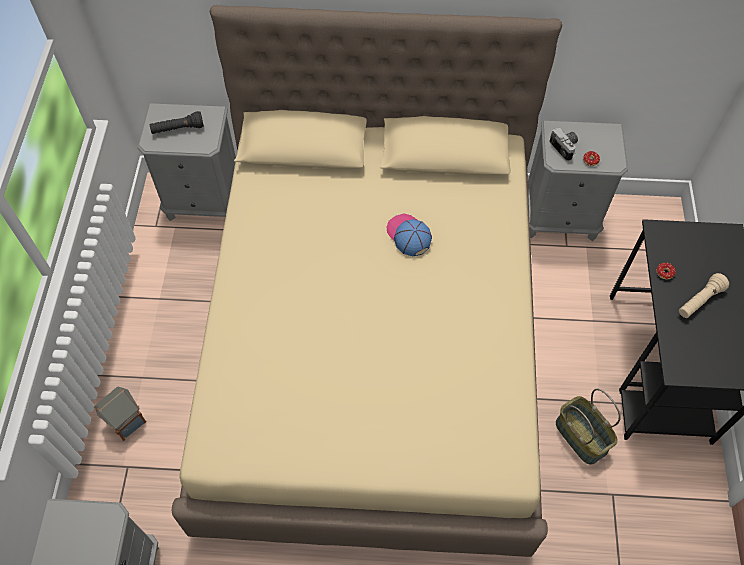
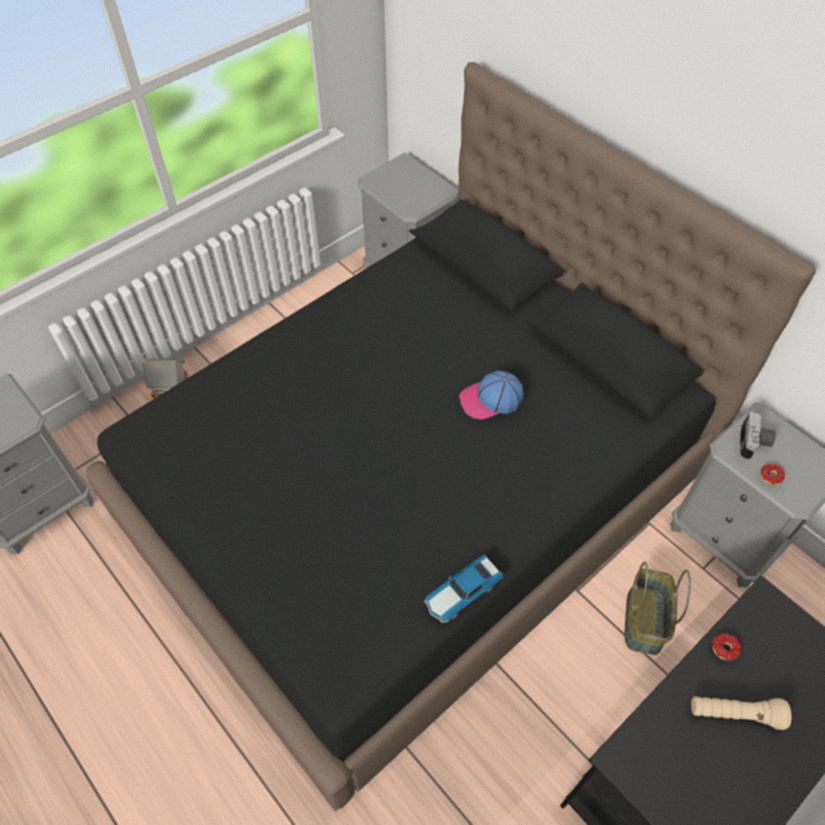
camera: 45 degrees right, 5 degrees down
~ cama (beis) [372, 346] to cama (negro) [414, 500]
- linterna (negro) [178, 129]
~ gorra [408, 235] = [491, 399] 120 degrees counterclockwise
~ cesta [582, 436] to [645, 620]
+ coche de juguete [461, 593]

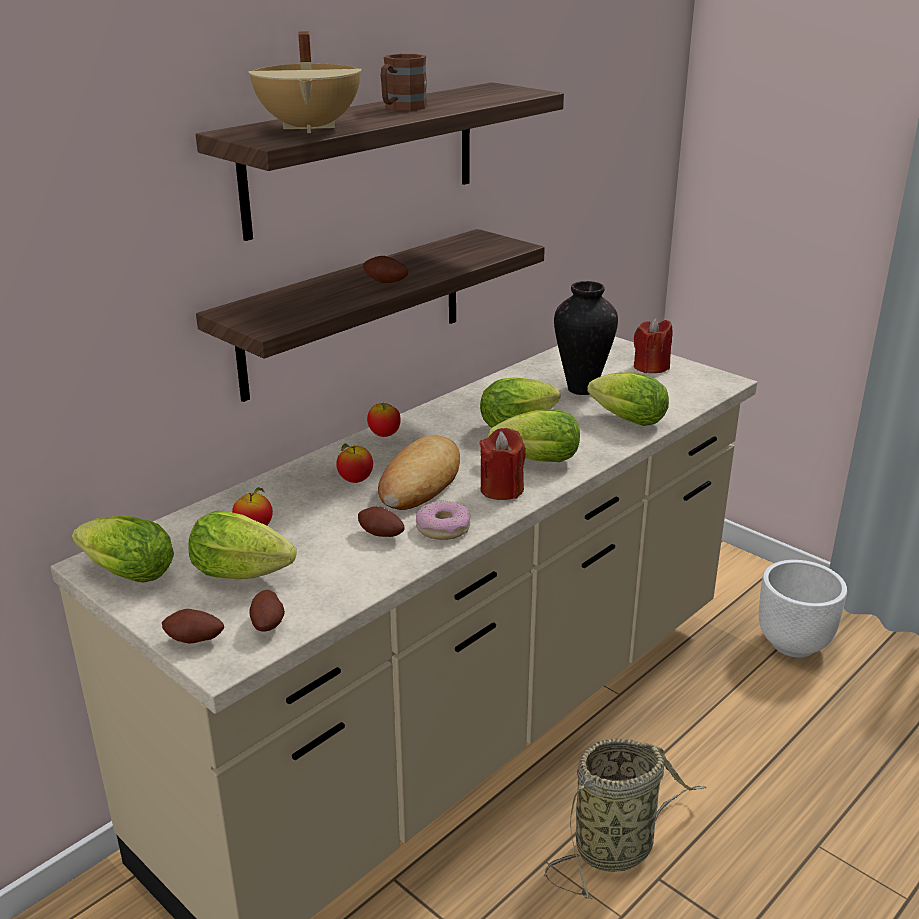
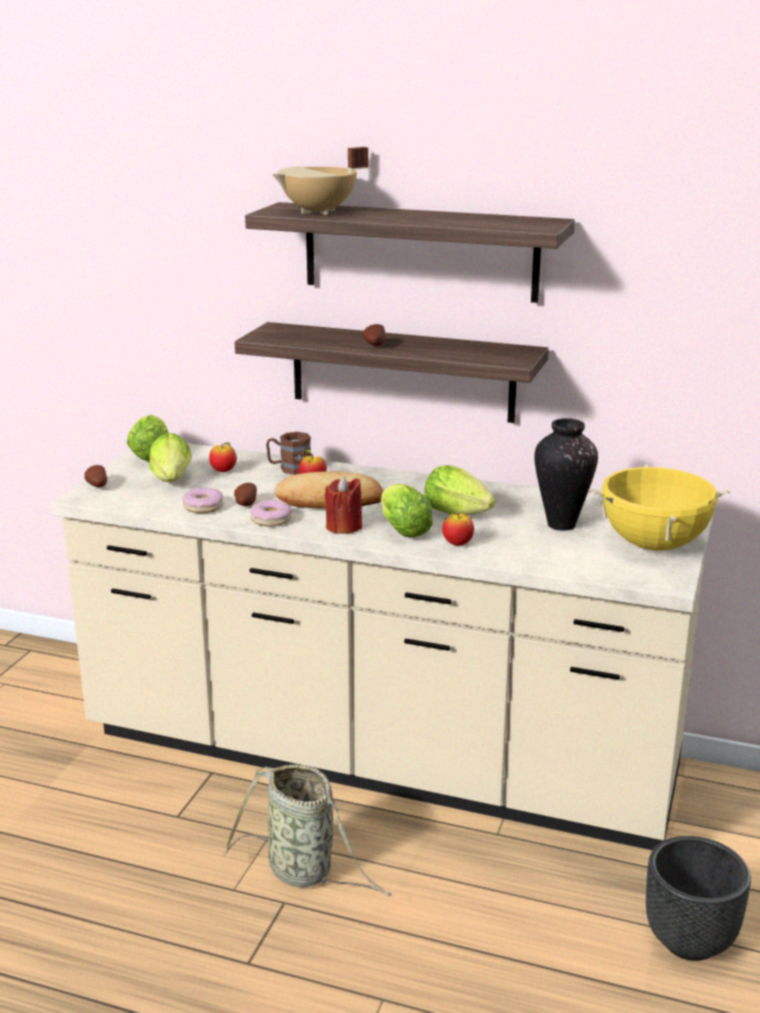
camera: 65 degrees right, 5 degrees down
~ taza grande (marrón) [401, 108] to [289, 468]
~ vela (rojo) [651, 367] to olla (amarillo) [654, 545]
- lechuga [624, 419]
~ manzana [384, 435] to [457, 544]
~ maceta (blanco) [793, 643] to maceta (negro) [691, 942]
- patata [268, 624]
+ rosquilla [203, 507]

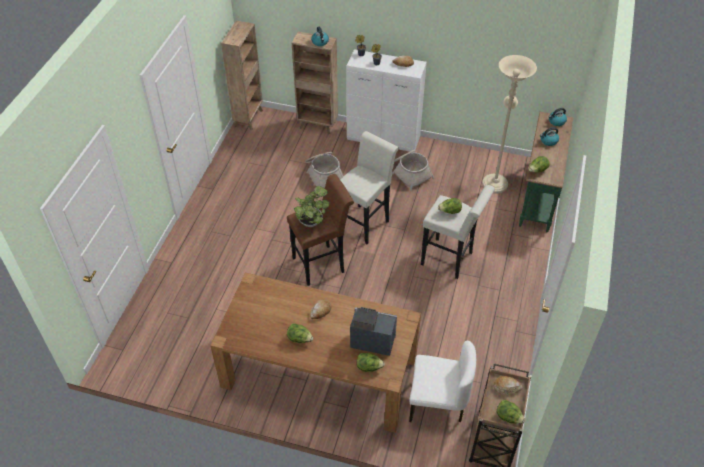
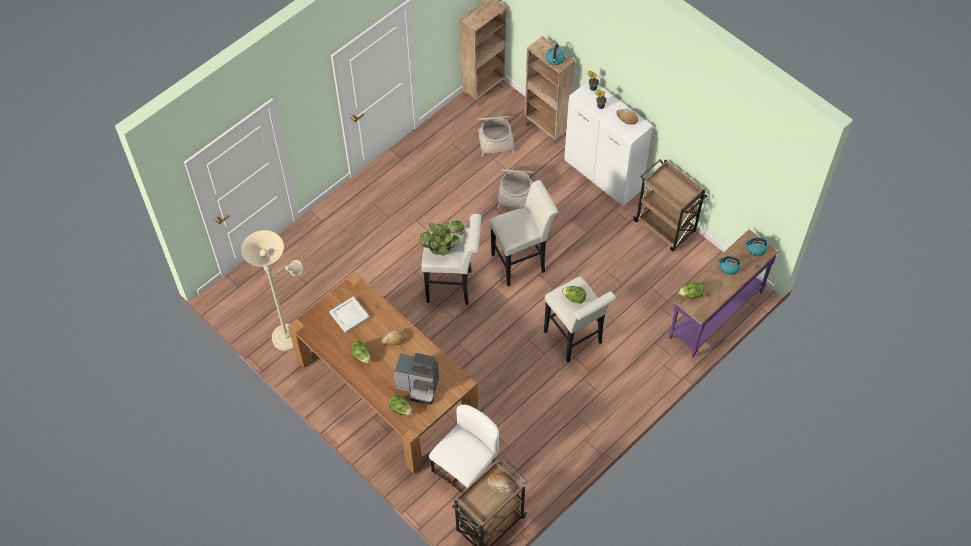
camera: 30 degrees right, 10 degrees up
~ lámpara de pie (beis) [495, 181] to [289, 335]
~ mesa consola (verde) [538, 195] to mesa consola (morado) [715, 314]
~ cesta [409, 173] to [495, 137]
~ taburete (marrón) [322, 264] to taburete (blanco) [453, 286]
~ cafetera [371, 340] = [418, 386] 150 degrees clockwise
~ silla (blanco) [437, 403] = [466, 468] 90 degrees counterclockwise
- lechuga [508, 417]
+ carrito (marrón) [665, 227]
+ bandeja (blanco) [350, 315]

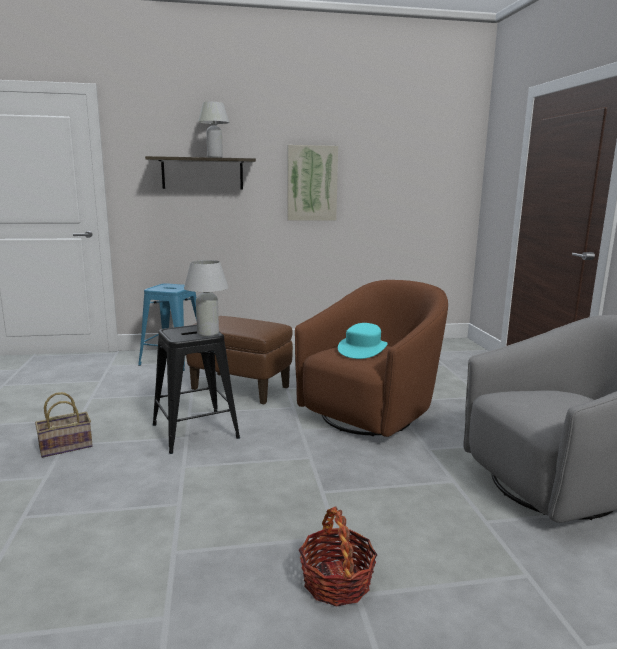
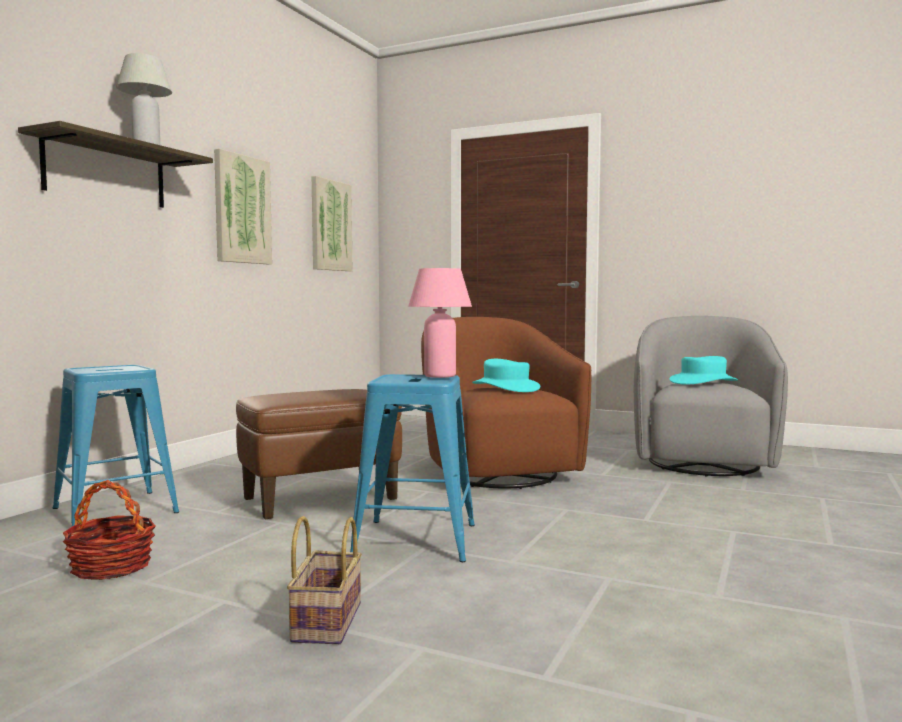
camera: 55 degrees left, 10 degrees down
~ lámpara de mesa (blanco) [208, 334] to lámpara de mesa (rosa) [440, 376]
~ taburete (negro) [195, 431] to taburete (azul) [416, 540]
~ cesta [336, 582] to [111, 567]
+ cuadro [330, 225]
+ sombrero (turquesa) [703, 382]

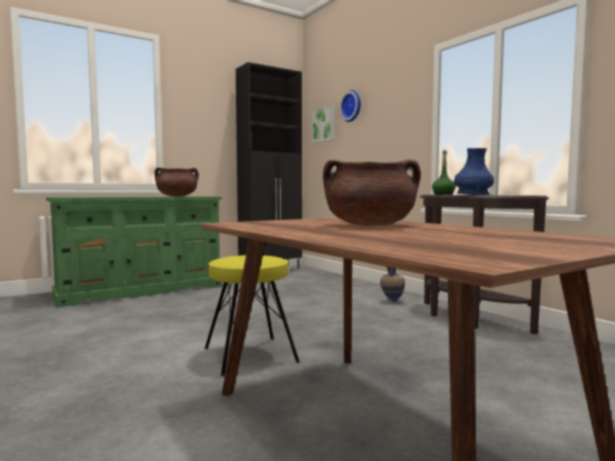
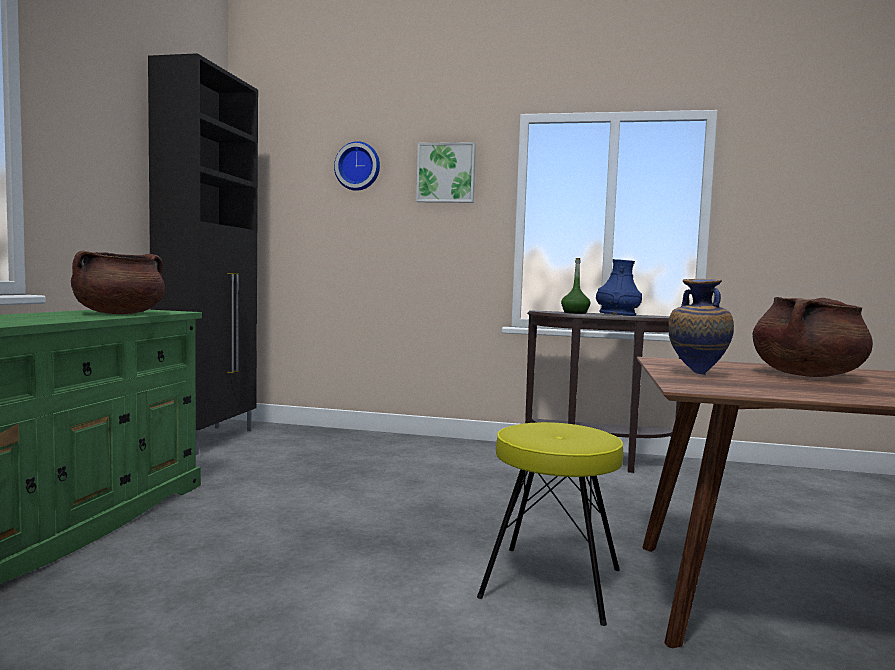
camera: 45 degrees left, 0 degrees up
~ cuadro [324, 124] to [446, 173]
~ florero [392, 301] to [696, 374]

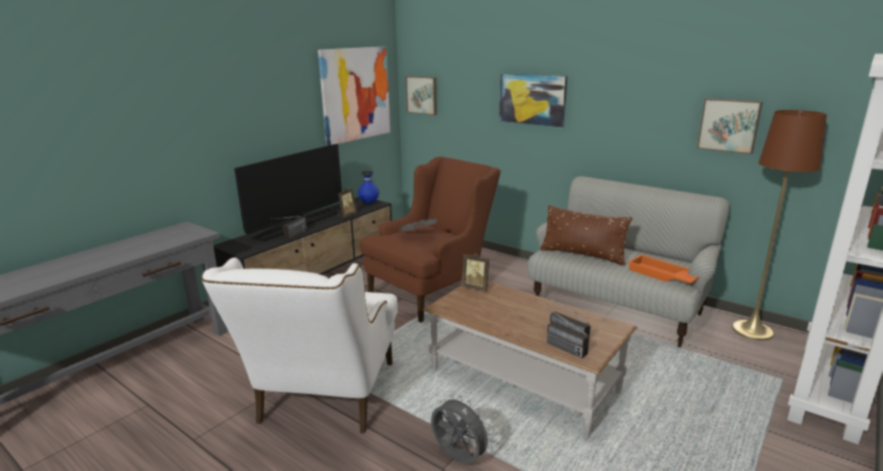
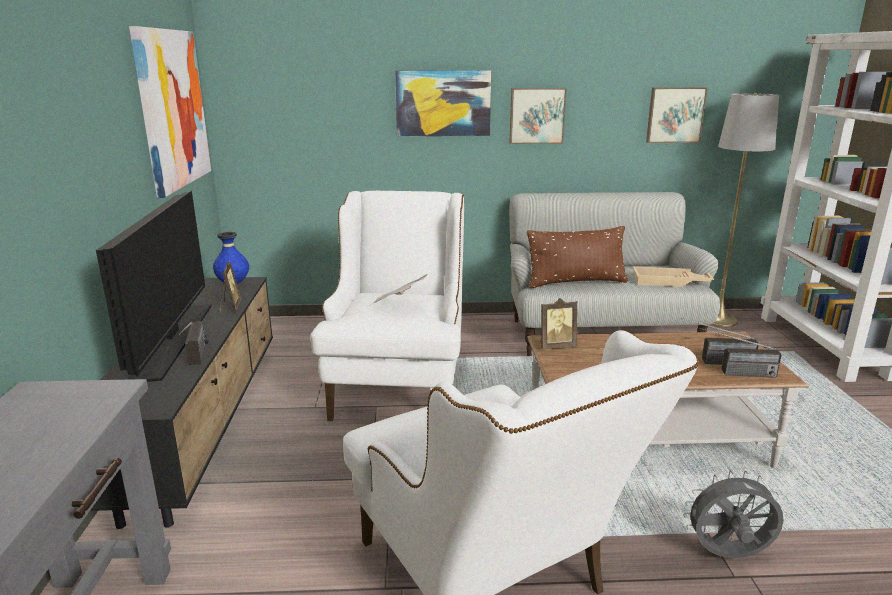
camera: 40 degrees left, 0 degrees up
~ cuadro [422, 95] to [536, 115]
~ lámpara de pie (marrón) [752, 330] to lámpara de pie (gris) [718, 319]
~ sillón (marrón) [432, 291] to sillón (blanco) [399, 383]
~ bandeja (naranja) [662, 275] to bandeja (beis) [670, 282]

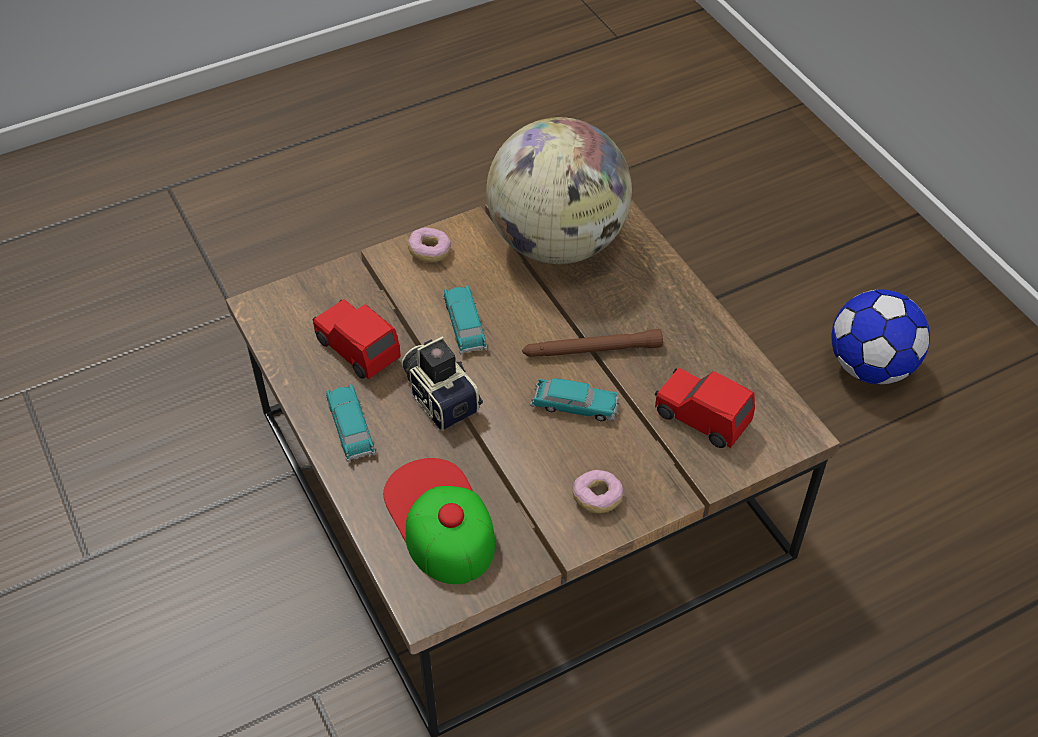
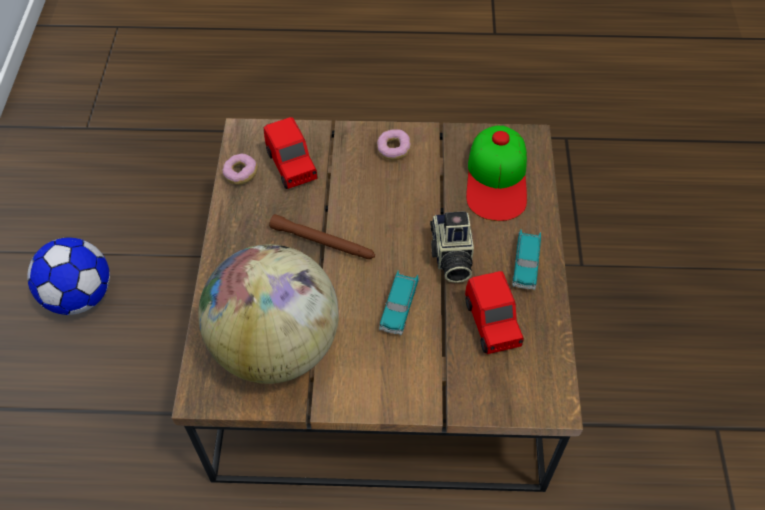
camera: 150 degrees left, 5 degrees up
~ rosquilla [429, 252] to [241, 174]
- coche de juguete [574, 405]

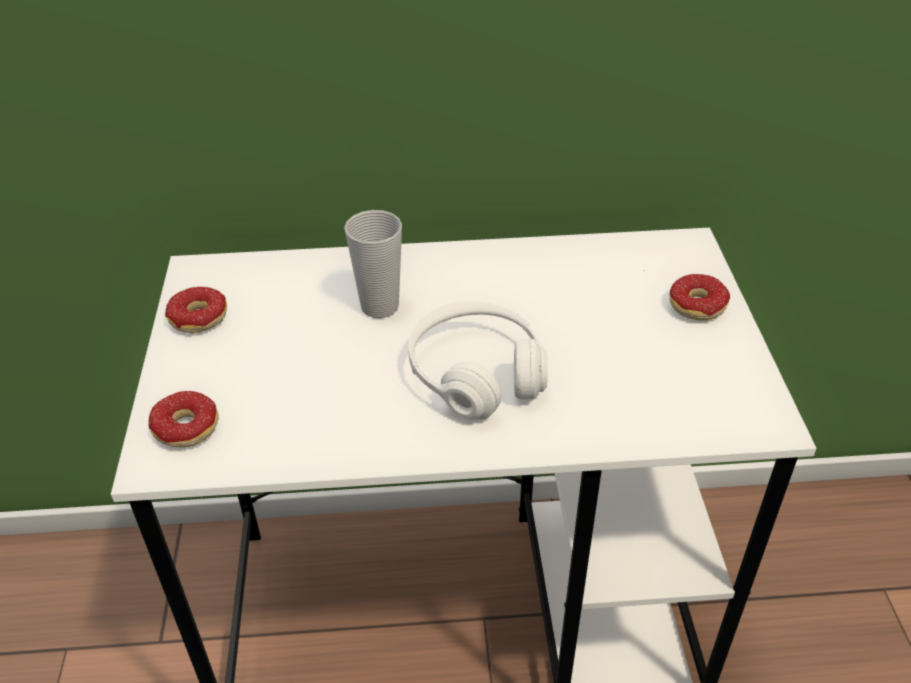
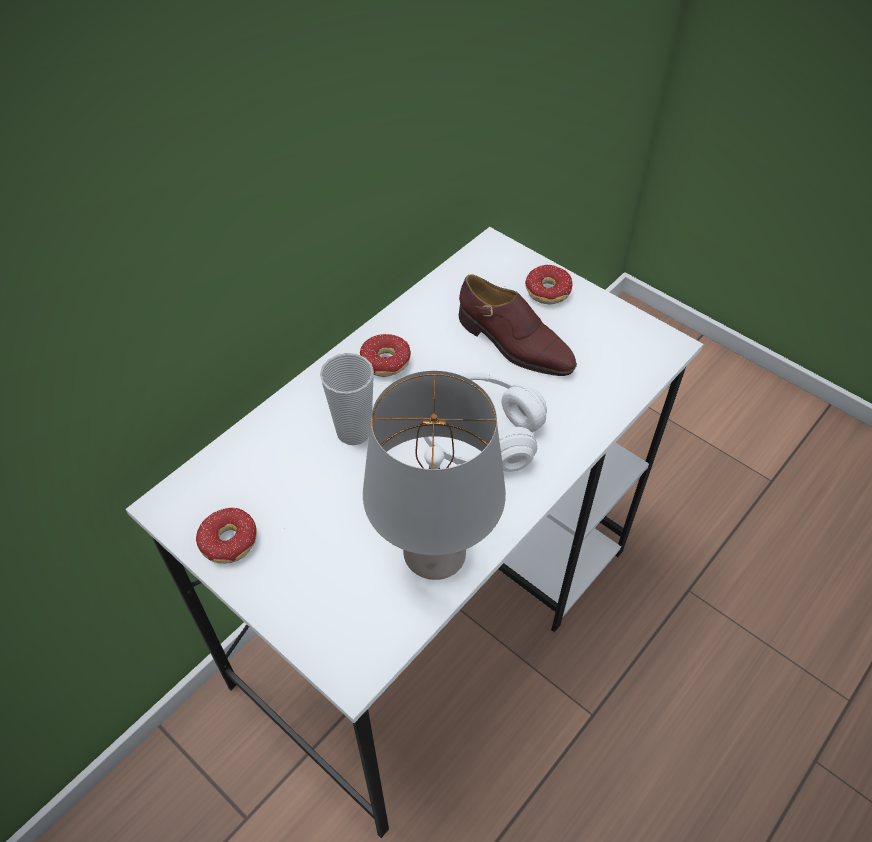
camera: 45 degrees left, 10 degrees up
~ rosquilla [178, 436] to [388, 368]
+ zapato (marrón) [514, 344]
+ lámpara de mesa (gris) [436, 557]

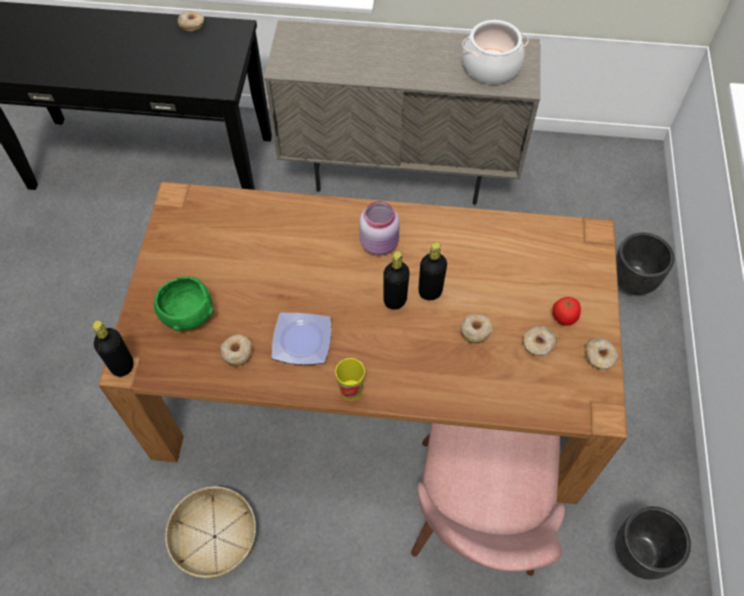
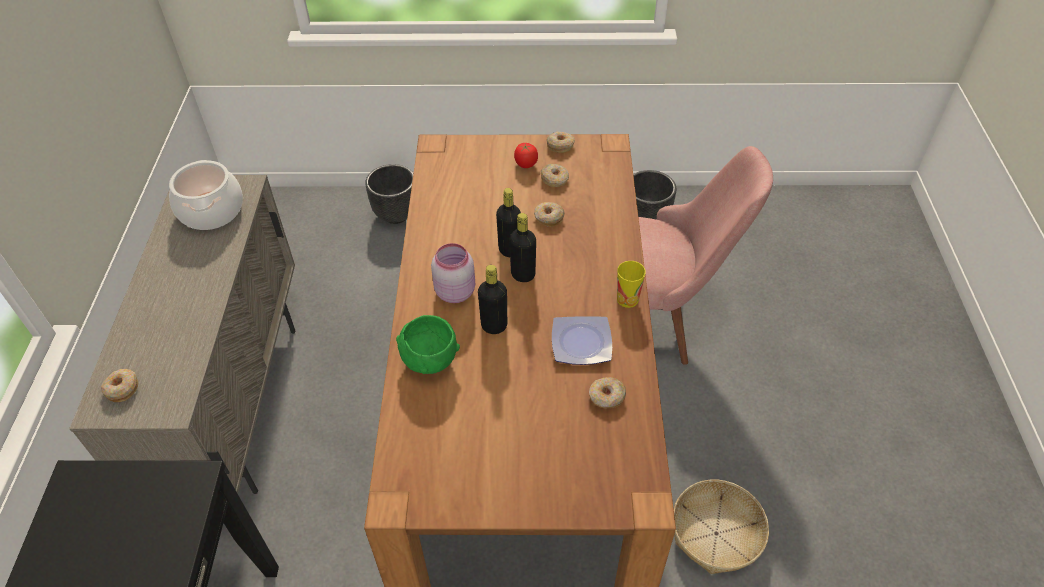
camera: 95 degrees left, 10 degrees down
~ rosquilla [192, 24] to [122, 389]
~ cuenco (verde) [188, 316] to [430, 361]
~ botella (negro) [122, 366] to [494, 326]

